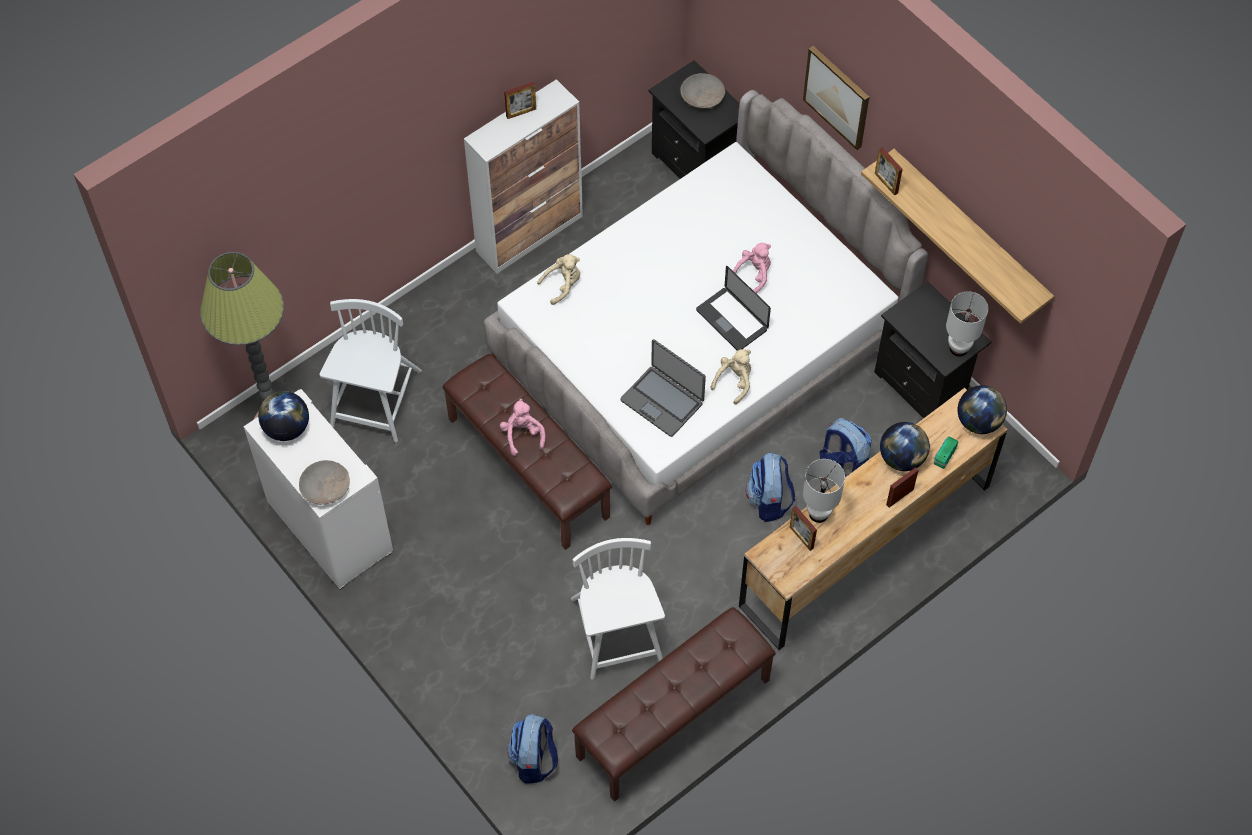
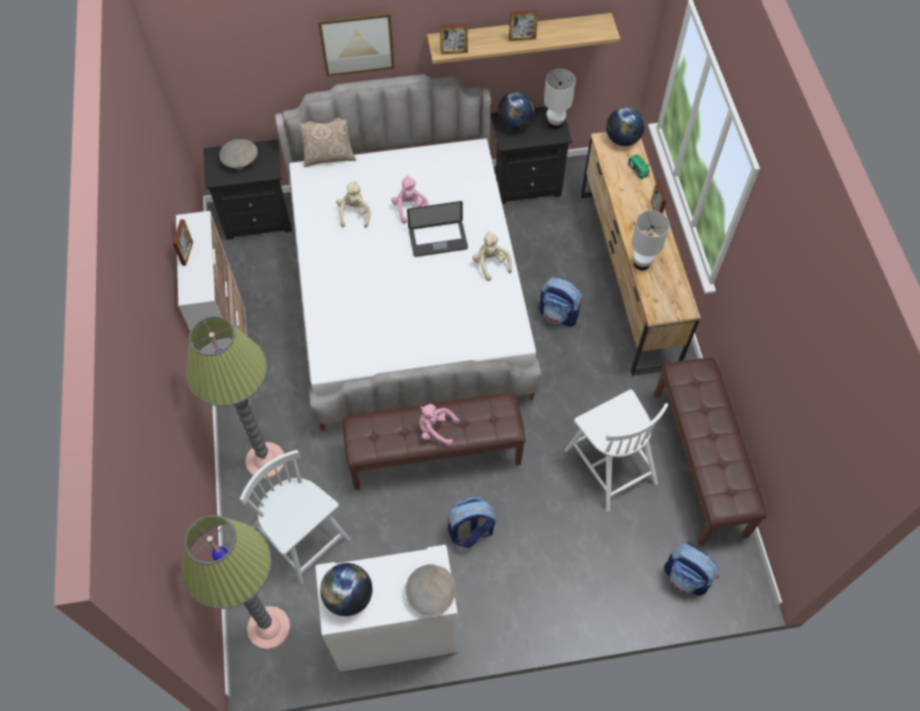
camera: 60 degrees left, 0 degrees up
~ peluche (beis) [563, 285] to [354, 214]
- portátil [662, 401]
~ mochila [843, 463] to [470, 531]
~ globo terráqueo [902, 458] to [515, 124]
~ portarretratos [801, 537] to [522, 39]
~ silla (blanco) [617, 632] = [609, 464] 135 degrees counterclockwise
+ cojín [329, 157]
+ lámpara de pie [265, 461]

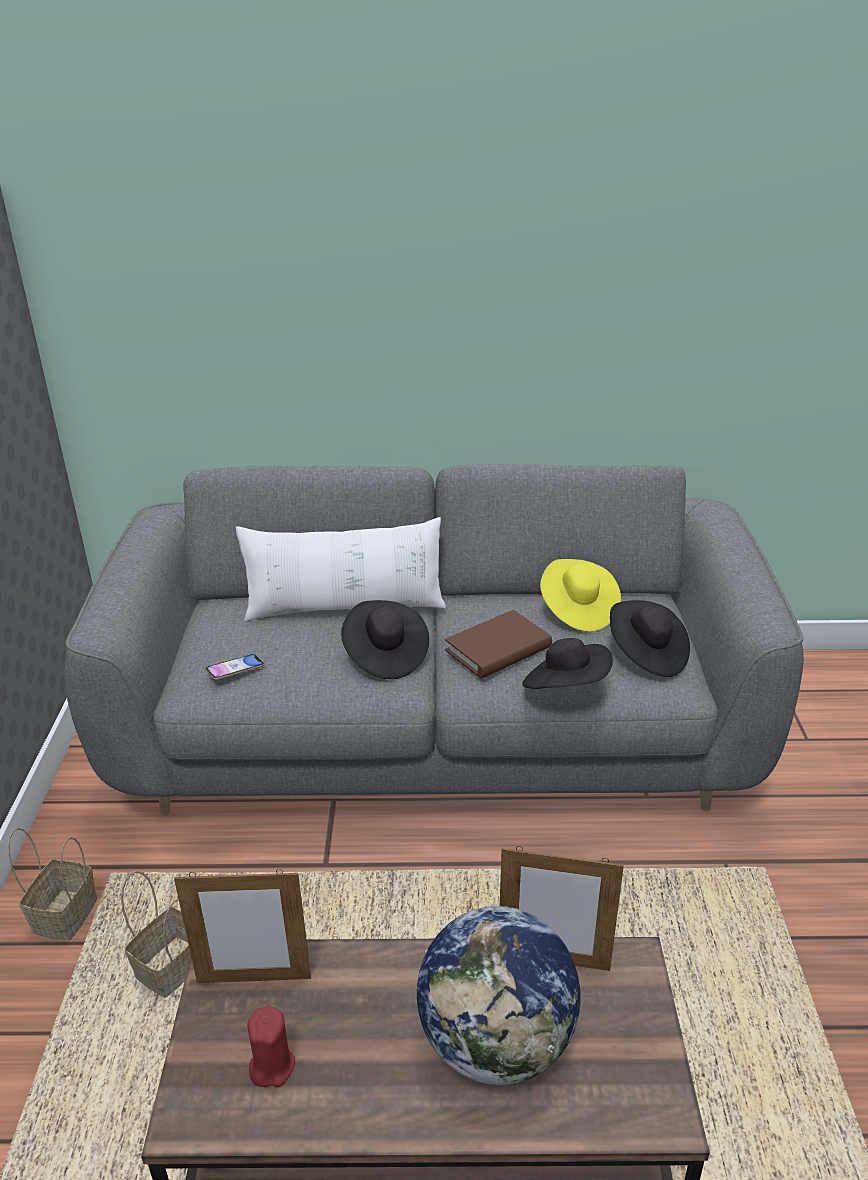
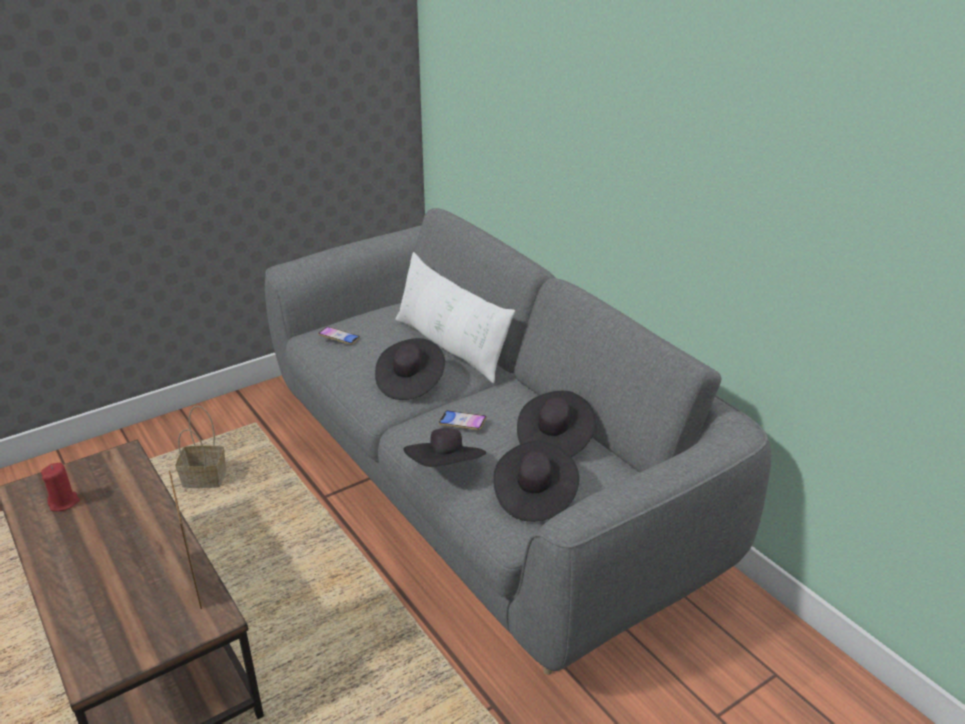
camera: 55 degrees right, 0 degrees up
~ sombrero (amarillo) [577, 611] to sombrero (negro) [554, 440]
~ libro (marrón) [498, 649] to móvil [462, 423]
- cesta [65, 913]
- portarretratos [254, 980]
- globo terráqueo [497, 1042]

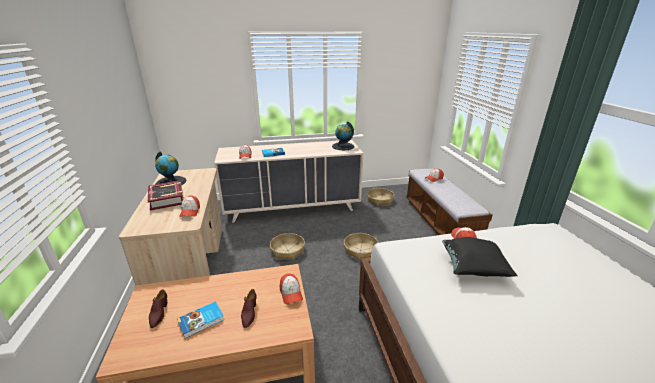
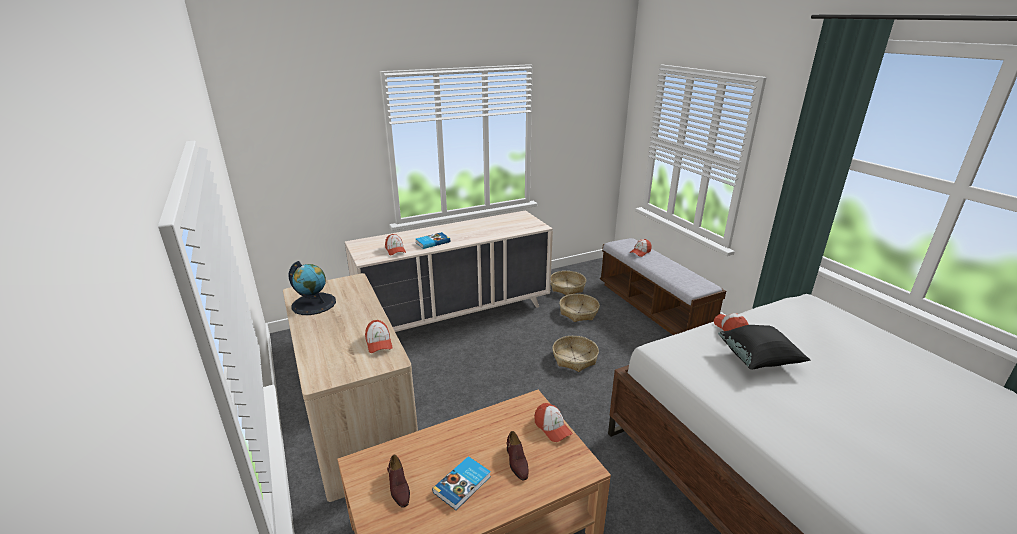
camera: 15 degrees left, 0 degrees up
- globo terráqueo [343, 146]
- libro [167, 199]
~ cesta [288, 250] to [579, 312]

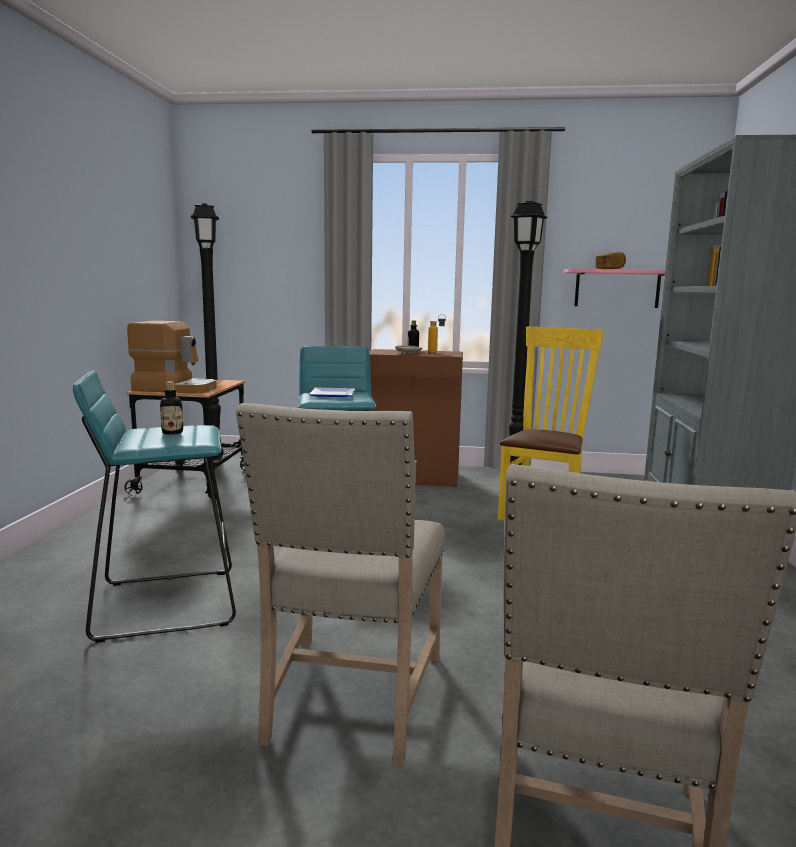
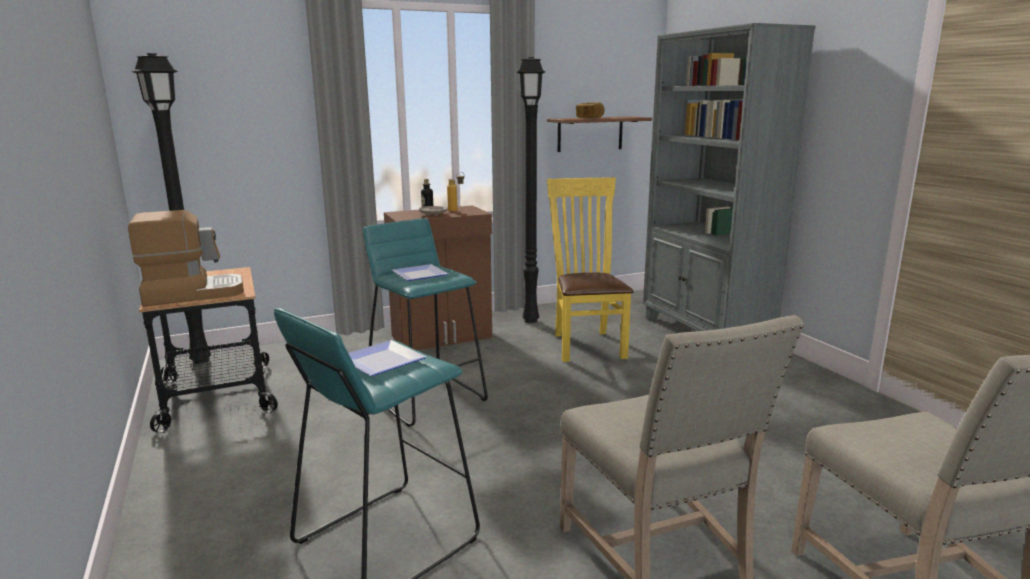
camera: 30 degrees left, 5 degrees up
~ estante (rosa) [617, 288] to estante (marrón) [590, 134]
~ botella [172, 432] to plato [382, 360]

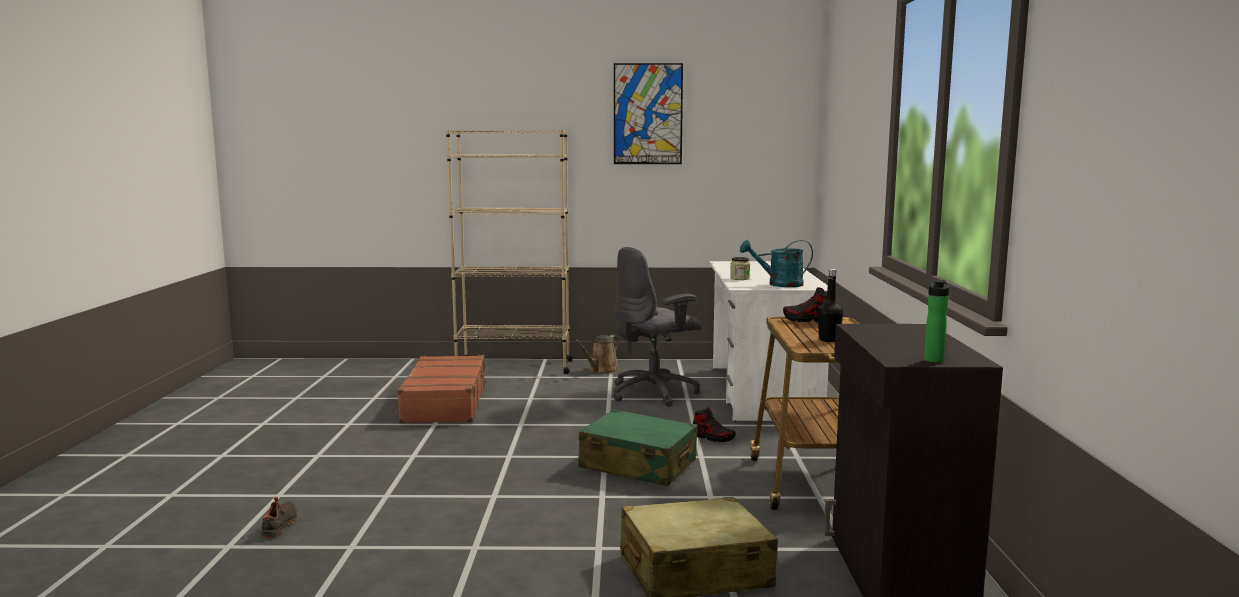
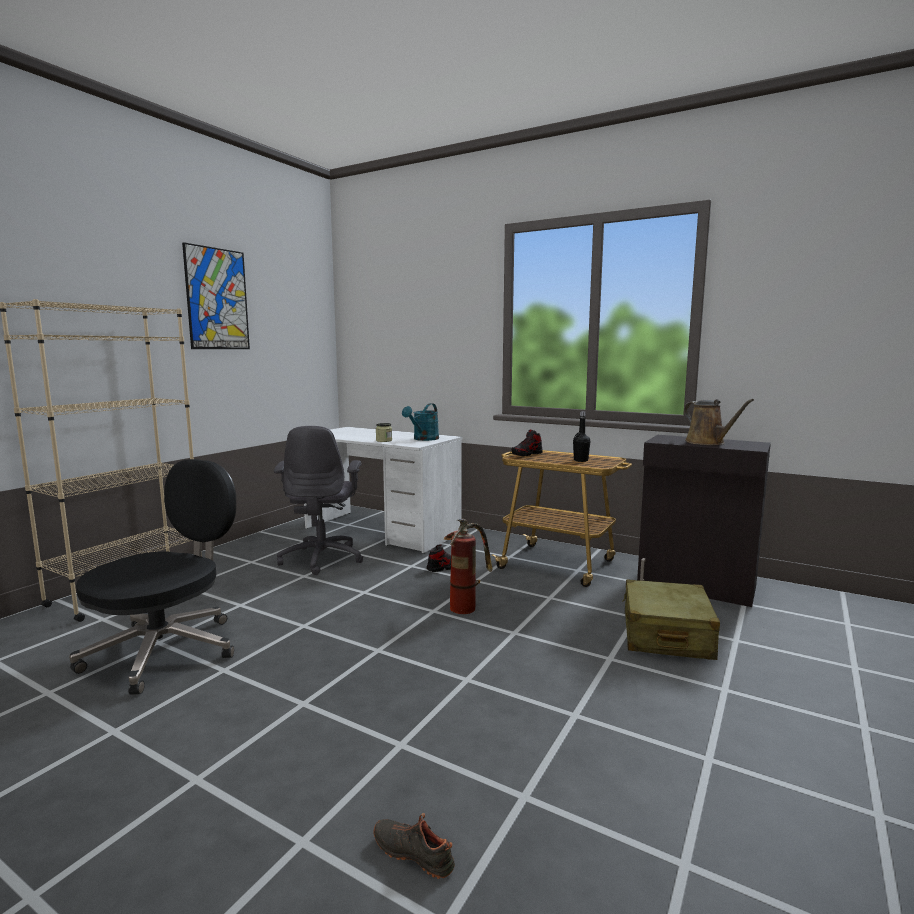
camera: 60 degrees left, 0 degrees up
- botella [933, 359]
~ regadera (marrón) [601, 370] to [708, 443]
~ maleta (marrón) [443, 403] to silla de oficina (negro) [166, 650]
~ maleta (verde) [638, 465] to extintor [466, 604]

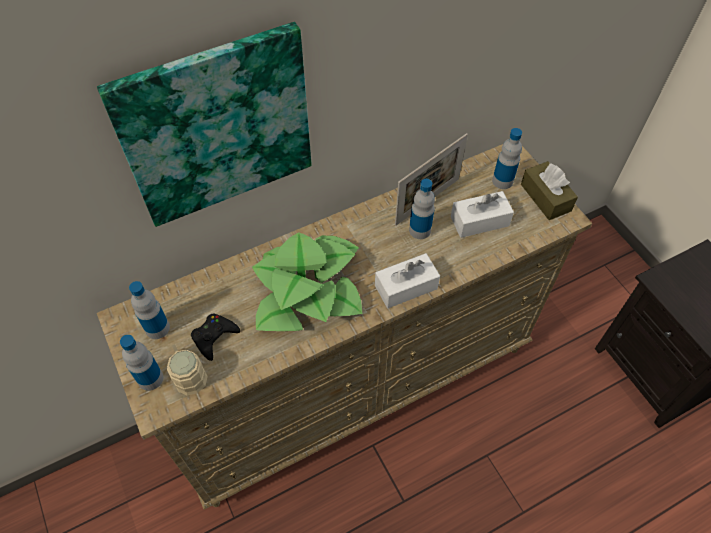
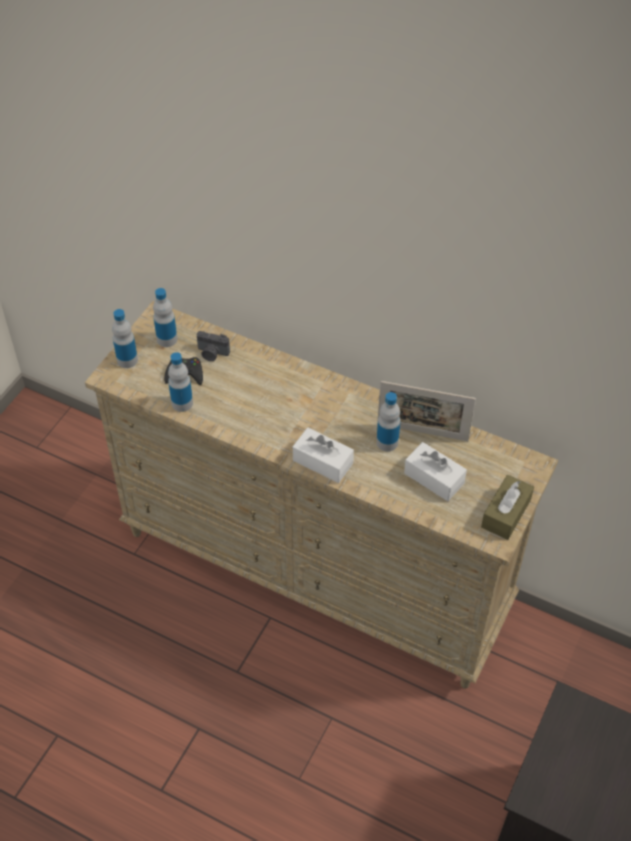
camera: 55 degrees right, 5 degrees down
- cuadro [217, 127]
~ botella [502, 181] to [182, 403]
- planta en maceta [308, 290]
- taza grande (beis) [188, 374]
+ cámara [212, 353]

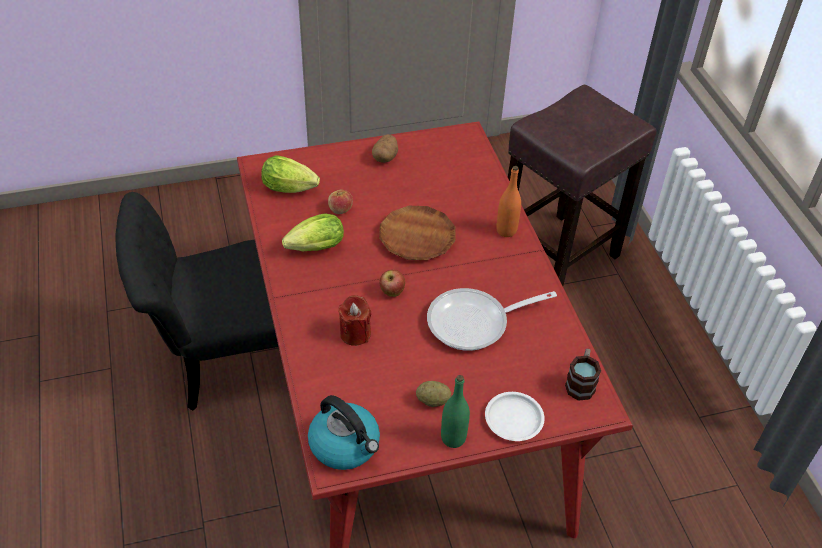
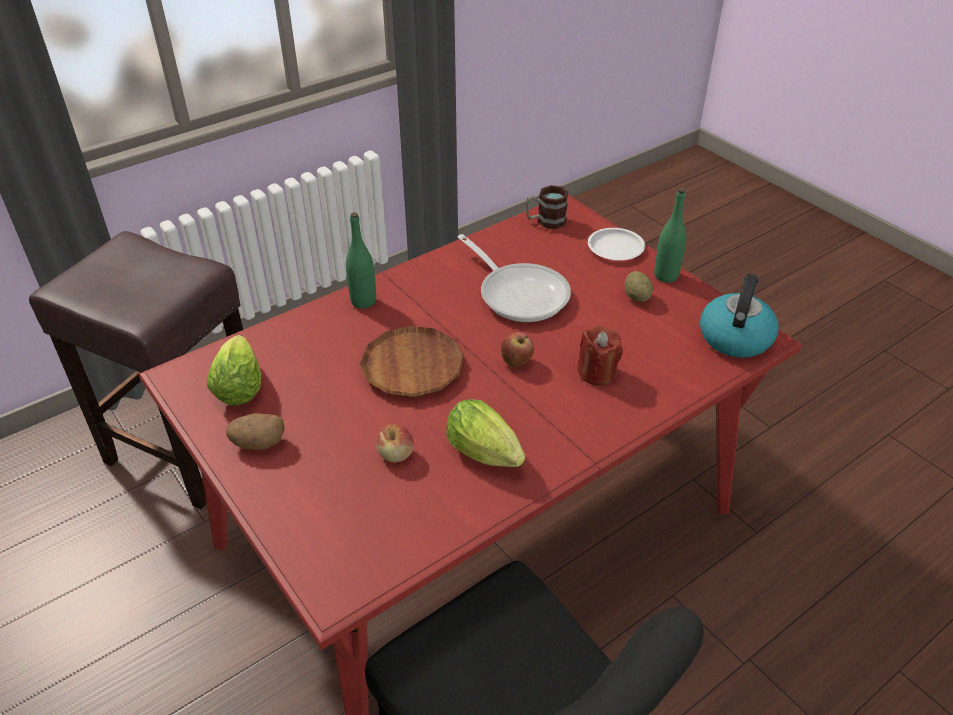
camera: 110 degrees left, 5 degrees down
~ lechuga [292, 189] to [240, 385]
~ botella (naranja) [506, 230] to botella (verde) [363, 301]

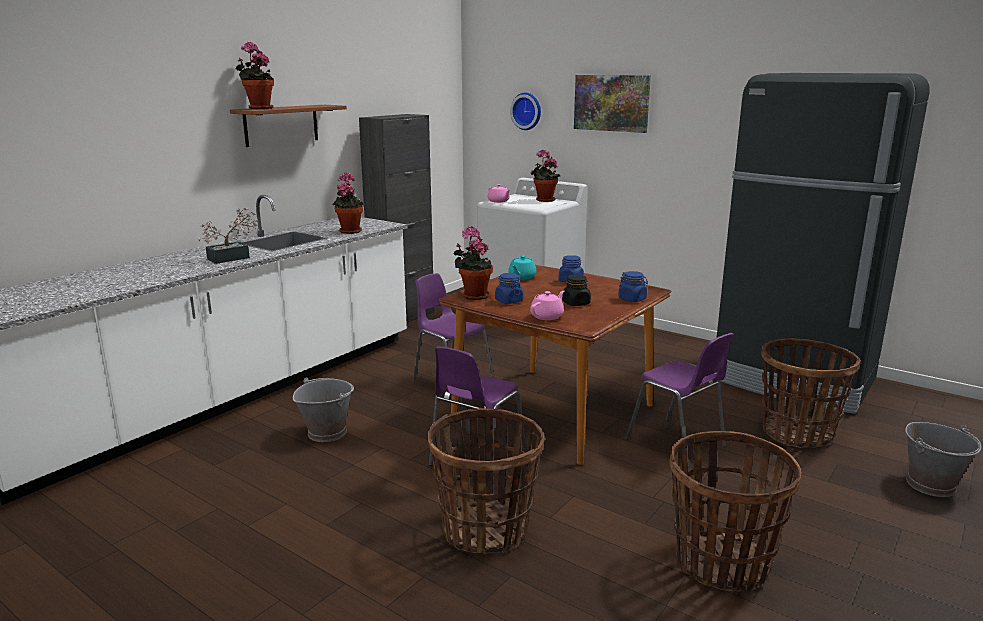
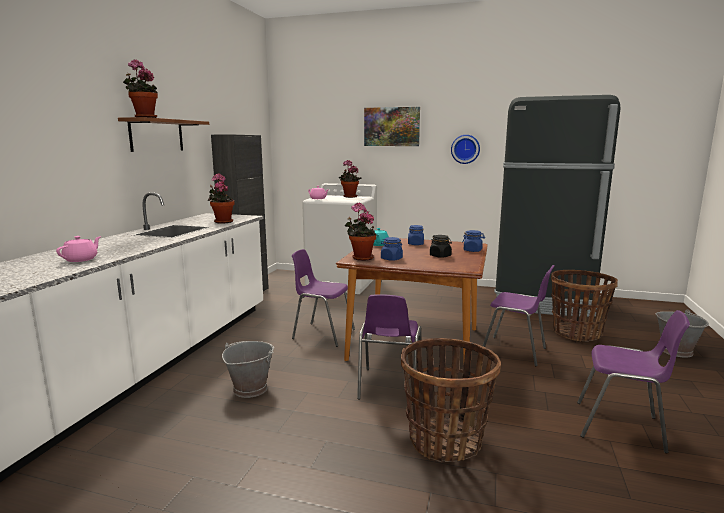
camera: 20 degrees left, 5 degrees down
~ reloj de pared [527, 111] to [465, 149]
- planta en maceta [233, 258]
~ tetera (rosa) [547, 316] to [81, 259]
~ cesta [721, 563] to silla (morado) [621, 427]

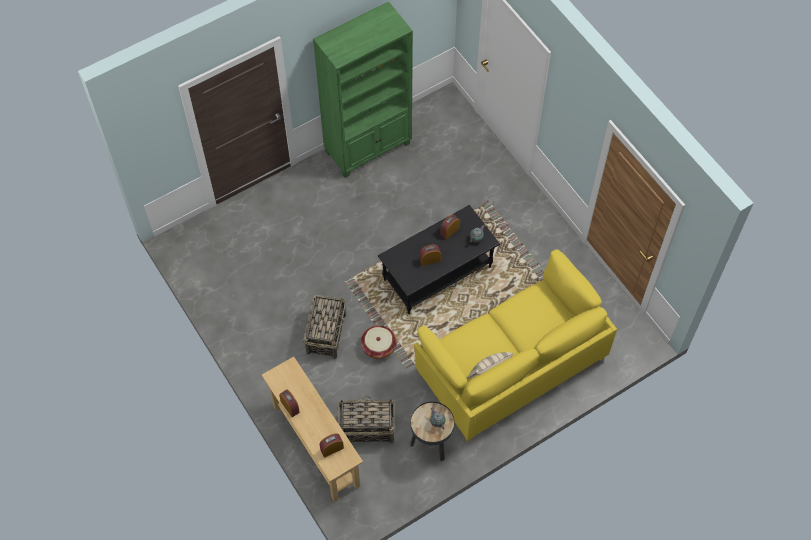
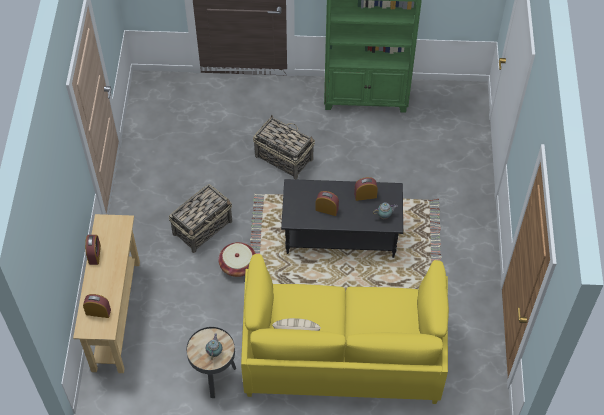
camera: 35 degrees right, 5 degrees down
~ cesta [366, 428] to [283, 157]

